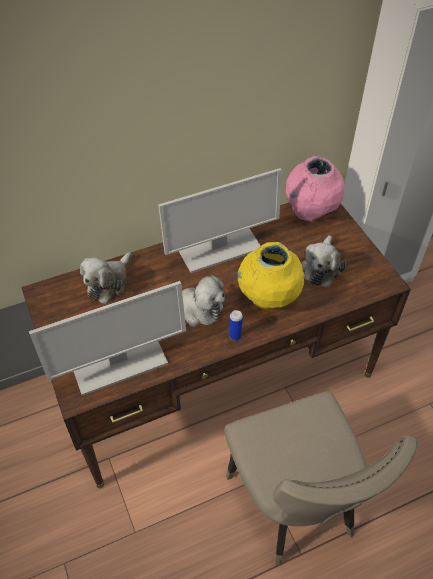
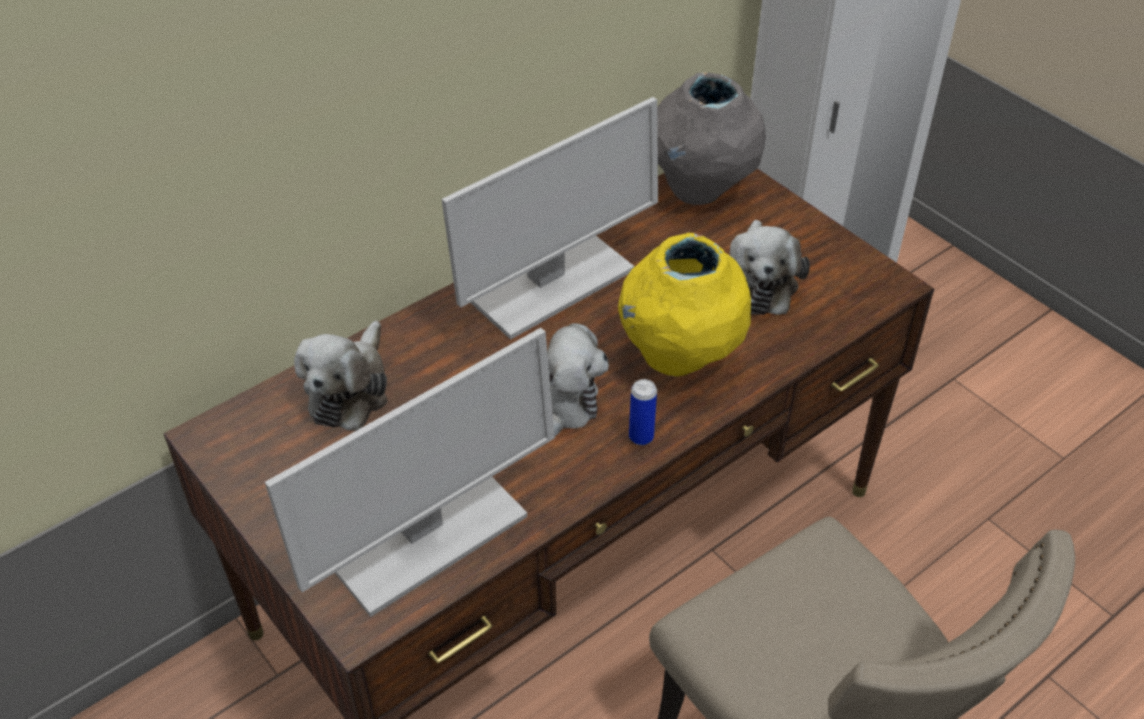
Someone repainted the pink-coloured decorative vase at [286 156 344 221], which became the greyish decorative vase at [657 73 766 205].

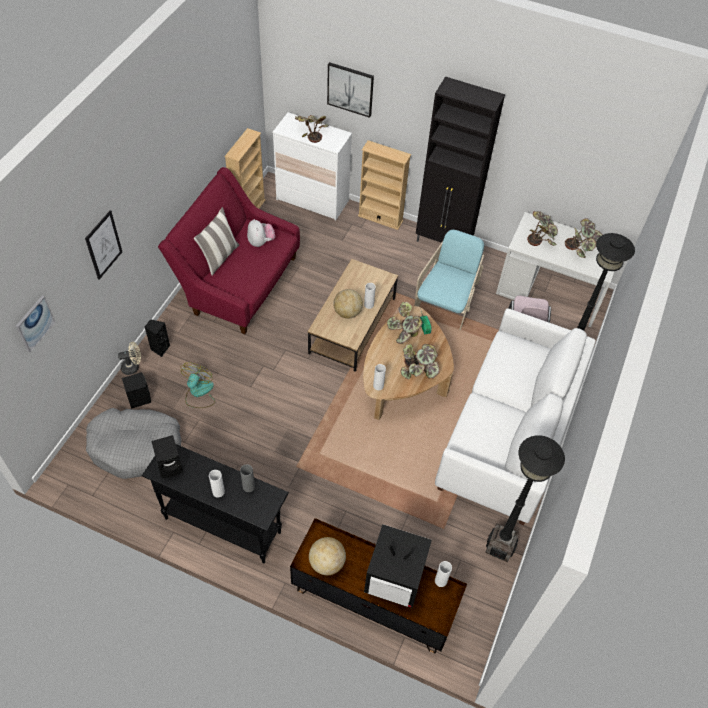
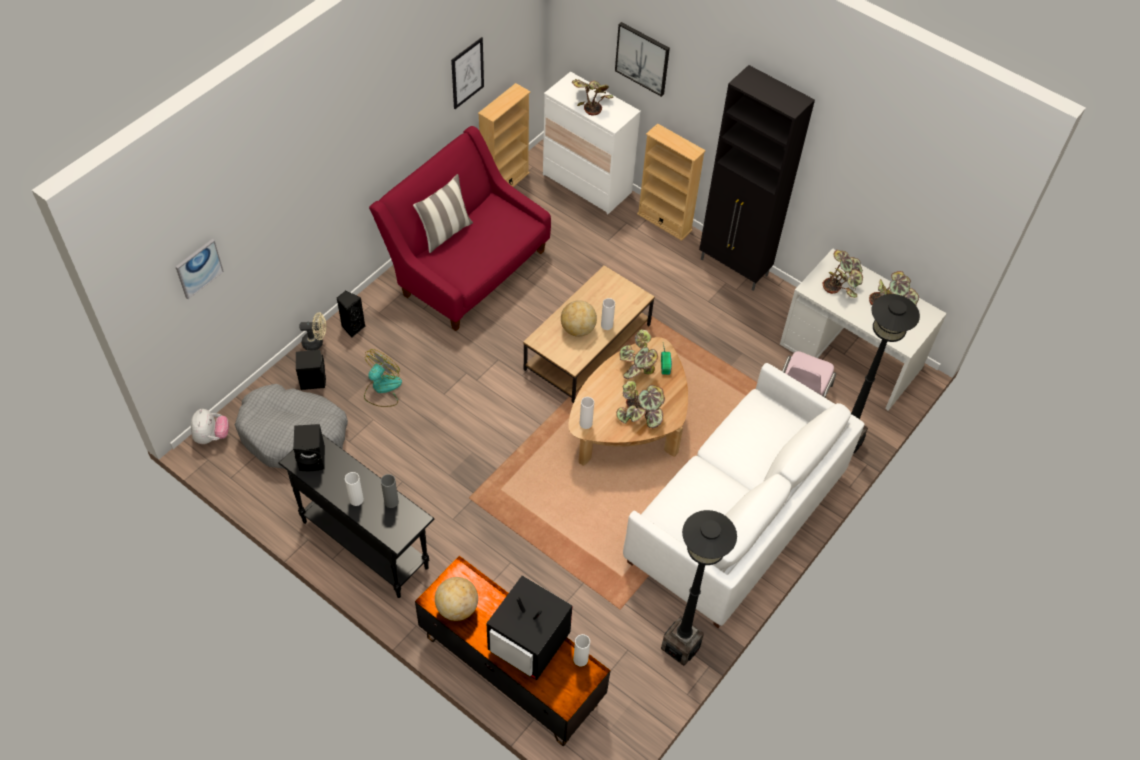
Someone took away the turquoise-coloured easy chair at [415 230 484 331]. Someone carried the wall picture from [85 210 122 280] to [451 37 484 109]. Someone carried the cuddly toy from [247 219 275 247] to [191 409 229 444].

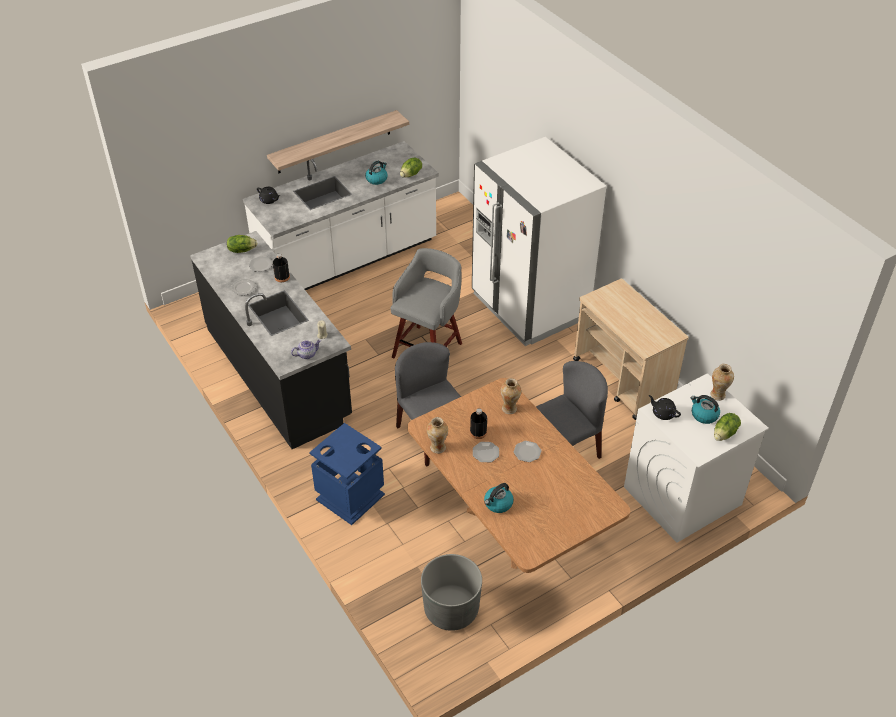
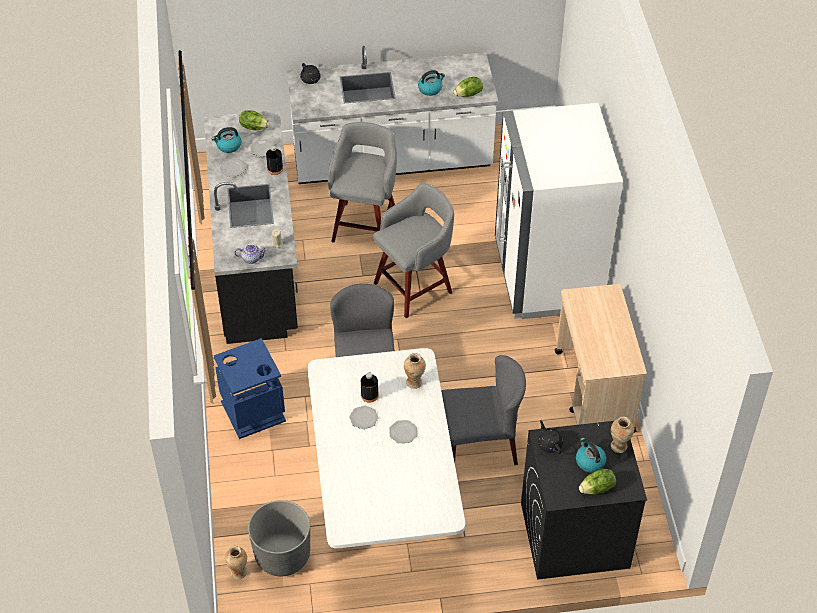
Someone took away the wall shelf at [267 110 409 173]. Someone put down the greyish stool seat at [328 122 397 251]. Someone carried the decorative vase from [427 417 448 454] to [225 546 247 579]. Someone carried the kettle from [484 483 514 513] to [212 127 241 153]. Someone repainted the brown-coloured dining table at [408 378 631 573], which became the white-coloured dining table at [307 348 465 548]. Someone repainted the white-coloured laundry appliance at [624 374 769 543], which became the black-coloured laundry appliance at [521 421 647 580].

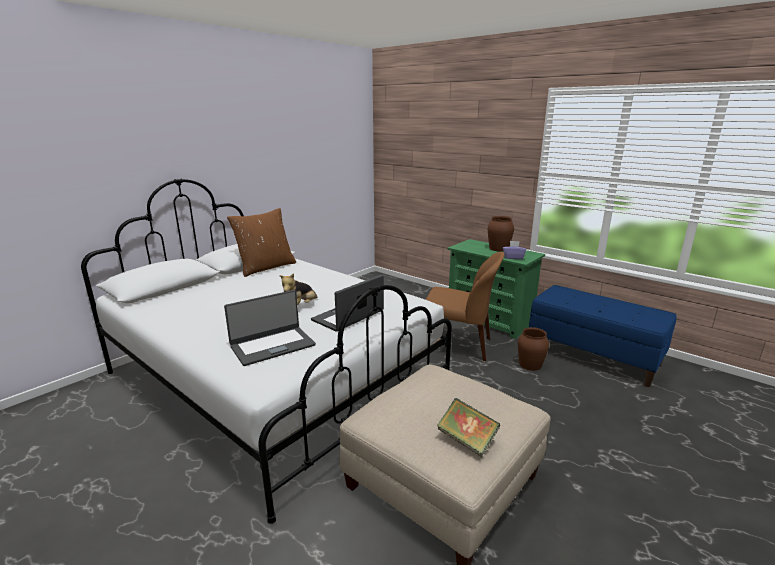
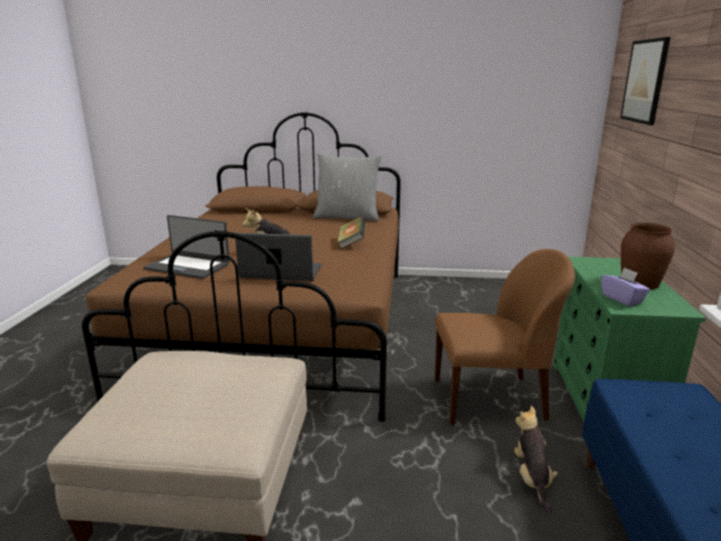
Someone put up the wall picture at [620 37 671 125]. Someone carried the book from [437 398 500 457] to [337 217 365 249]. Someone swapped the brown-coloured decorative vase at [518 327 549 371] for the cuddly toy at [514 406 558 514]. Someone repainted the white-coloured sleeping bed at [81 179 452 524], which became the brown-coloured sleeping bed at [82 112 401 422]. Someone repainted the brown-coloured cushion at [227 208 296 277], which became the greyish cushion at [313 154 381 221]. Someone rotated the brown-coloured plain chair at [426 252 504 361] by 75 degrees counterclockwise.

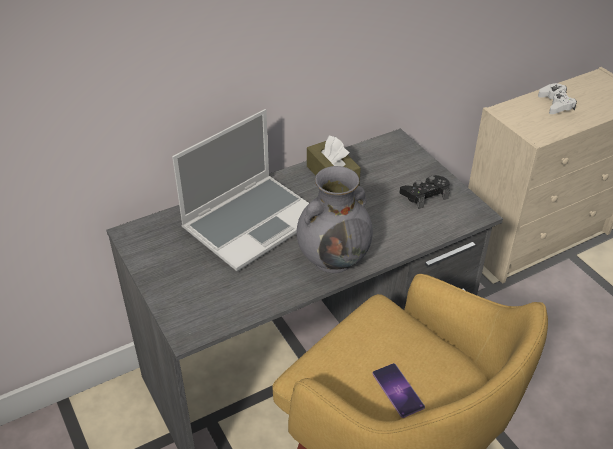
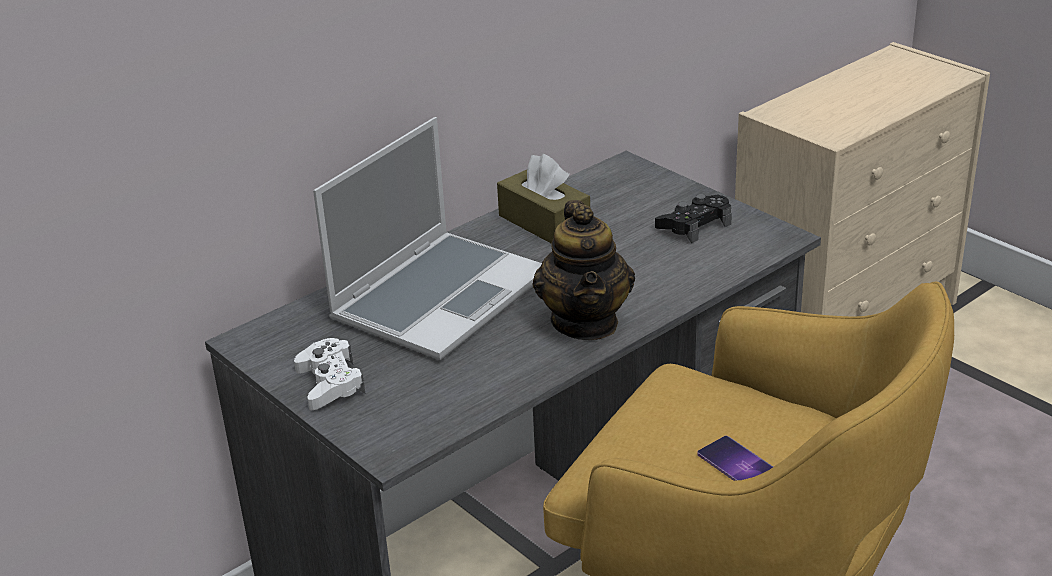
Someone carried the white-coloured gamepad from [538 83 577 114] to [294 338 365 410]. Someone swapped the greyish decorative vase at [297 166 373 273] for the tea pot at [533 200 635 340].

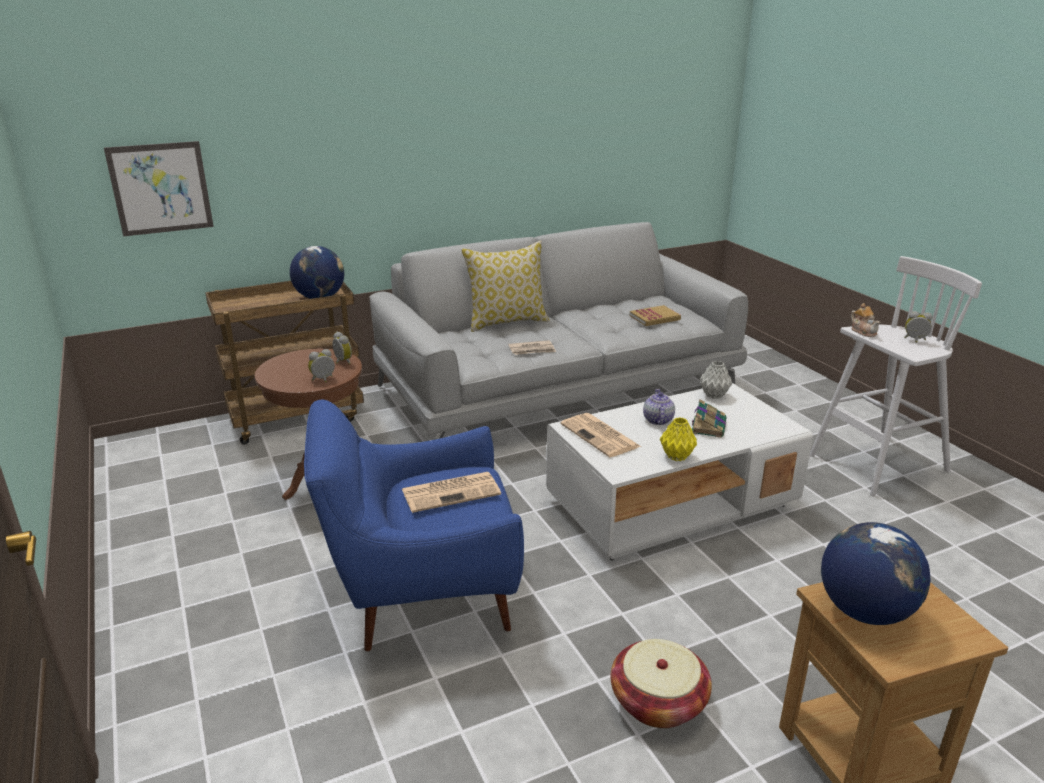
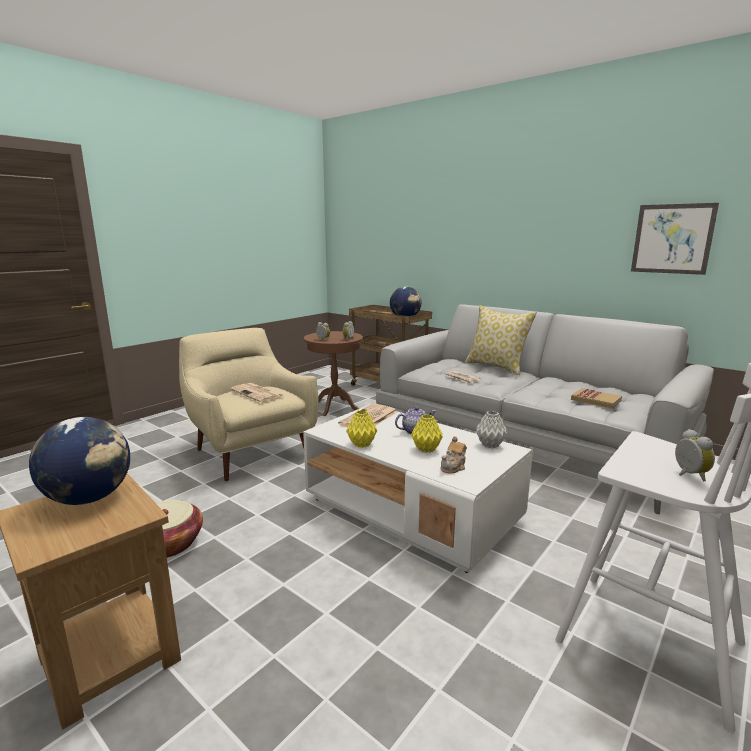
Someone carried the wall picture from [104 141 214 236] to [631 203 719 275]. Someone carried the tea pot from [851 303 881 337] to [440 436 467 474]. Someone swapped the book at [692 399 726 438] for the yellow-coloured decorative vase at [411 414 443 453]. Someone repainted the bluish easy chair at [304 400 524 651], which became the beige easy chair at [179 328 319 481].

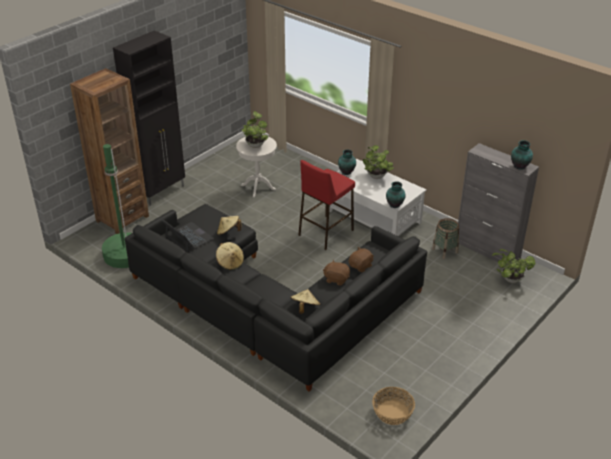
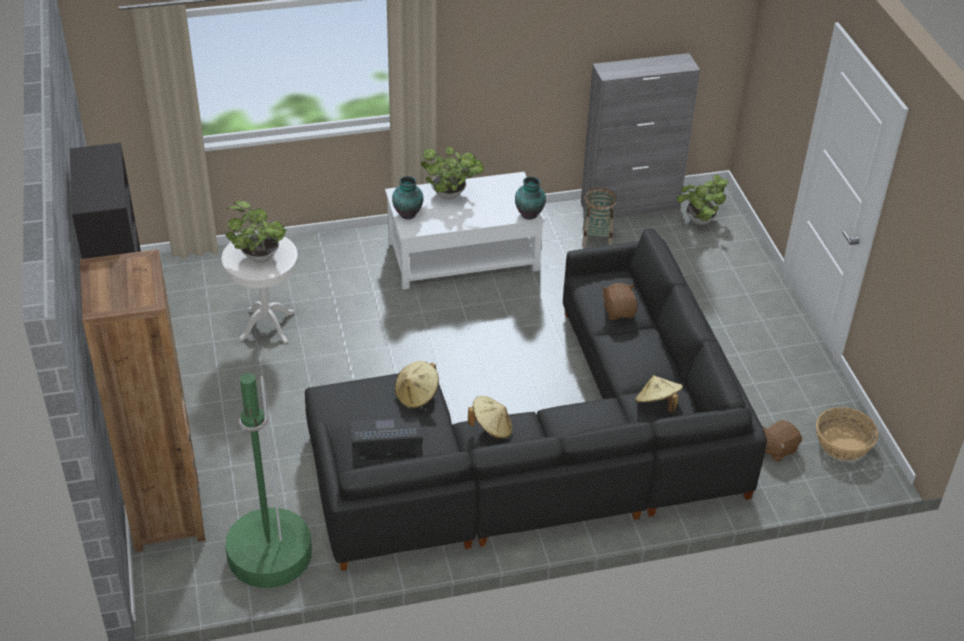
Someone took away the red stool seat at [298 160 355 250]. Someone took away the decorative vase at [511 140 533 170]. Someone carried the brown-coloured cuddly toy from [323 260 350 285] to [762 420 802 462].

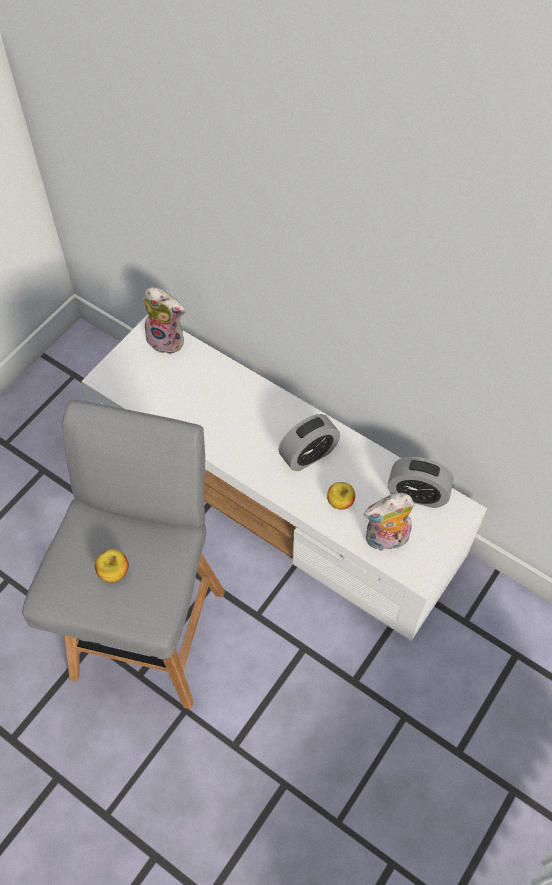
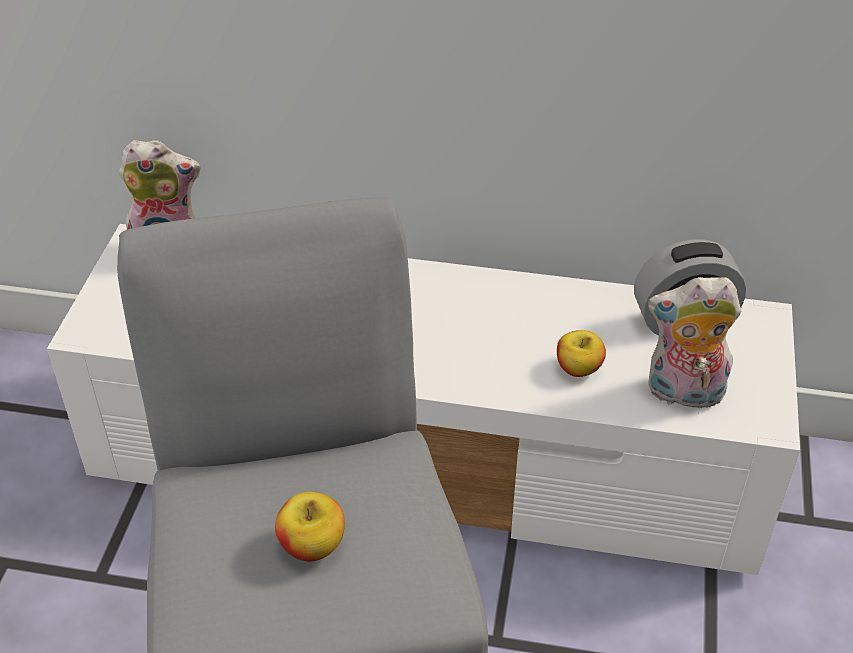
Someone took away the table clock at [279 414 340 471]. Someone rotated the cuddly toy at [364 493 415 552] by 45 degrees clockwise.

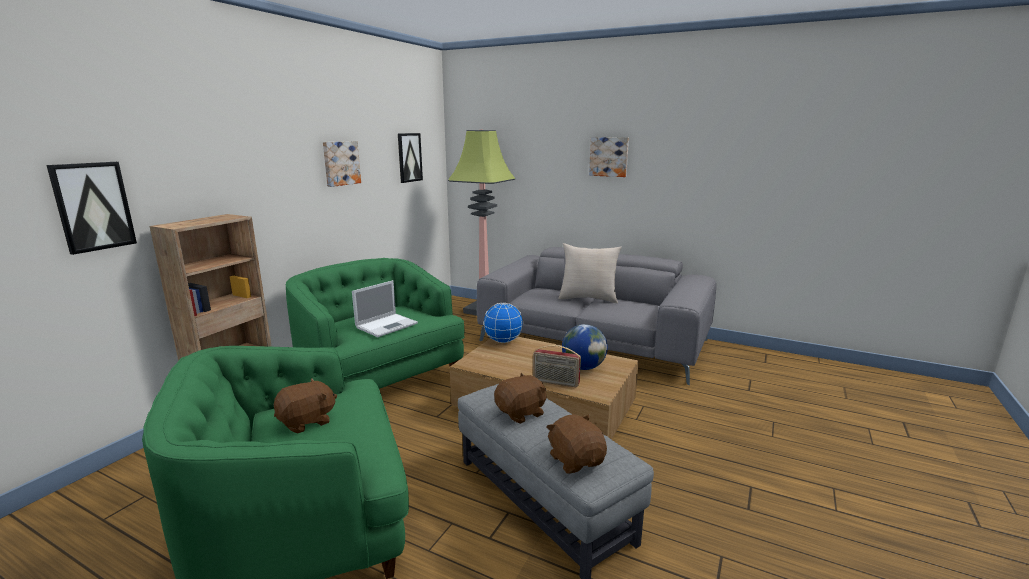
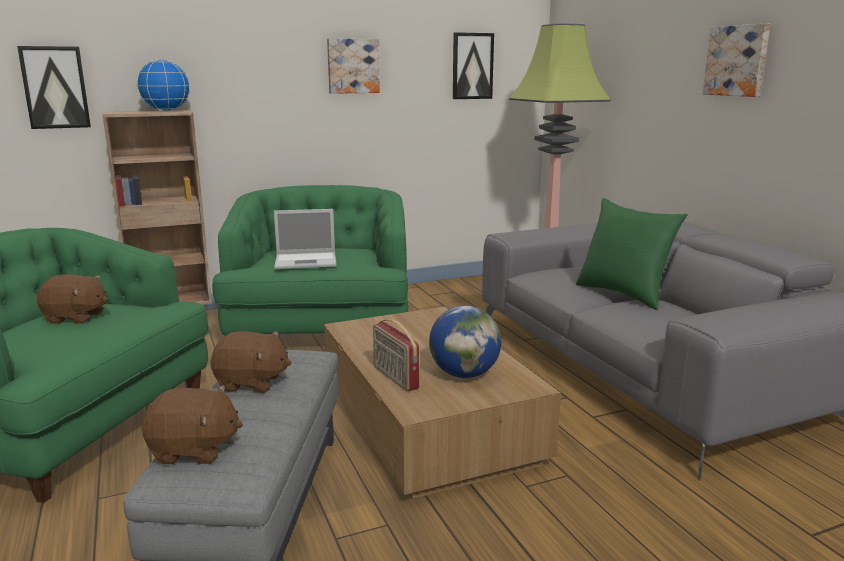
Someone carried the world globe from [483 303 523 343] to [137 59 190 111]. Someone repainted the beige cushion at [558 243 622 304], which became the greenish cushion at [576 198 688 310]. Someone rotated the brown-coloured cuddly toy at [546 414 607 474] by 75 degrees clockwise.

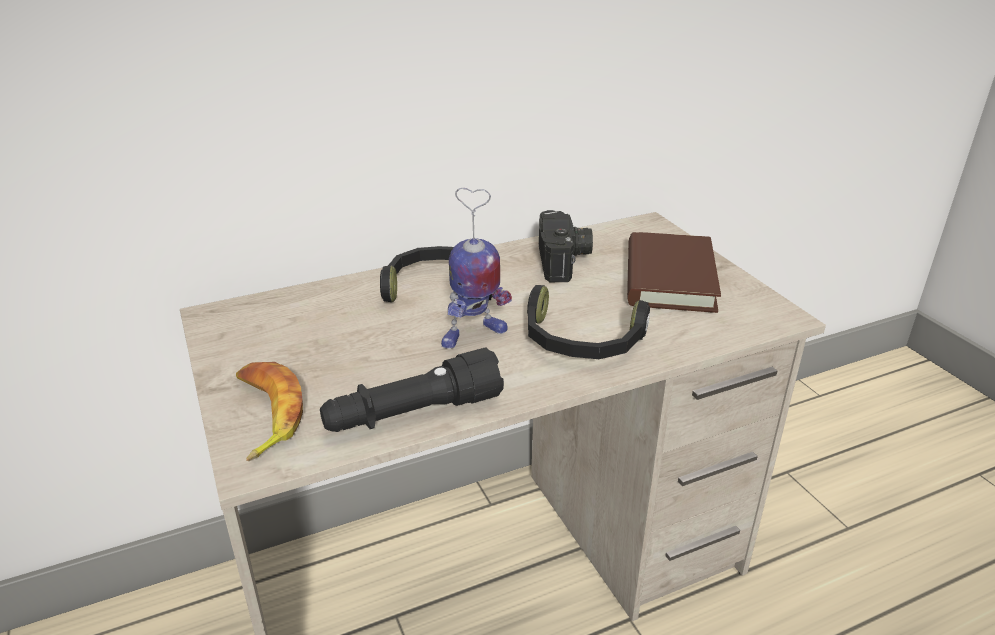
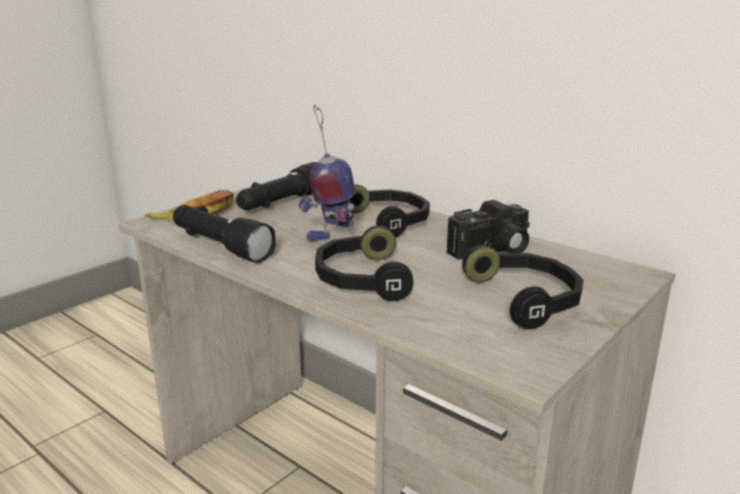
Someone put down the black-coloured hand torch at [236 162 317 210]. Someone swapped the brown-coloured book at [627 232 721 313] for the black-coloured headphones at [462 245 584 329].

